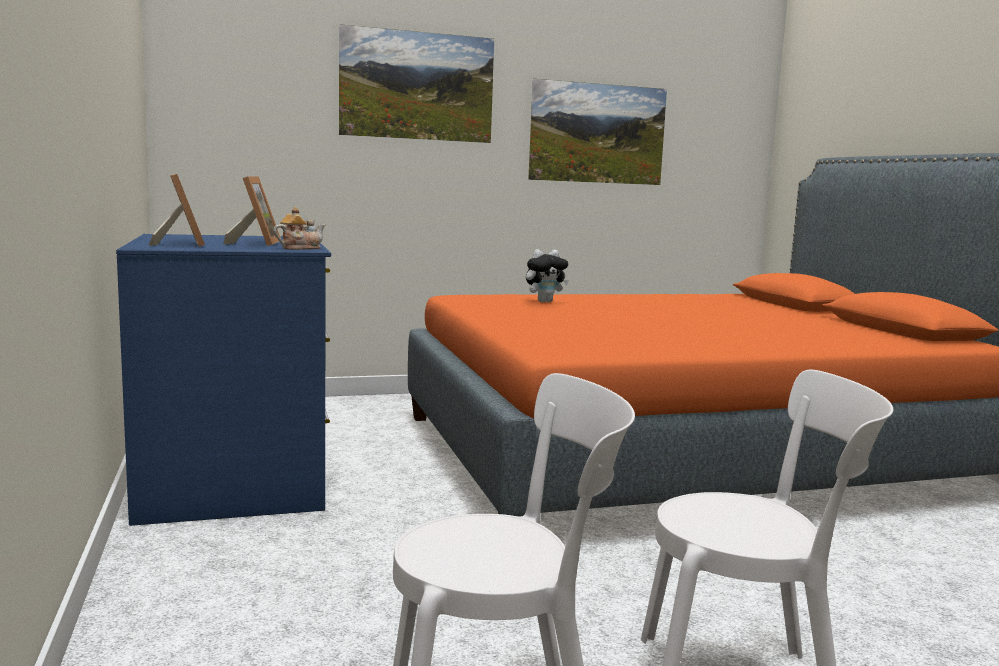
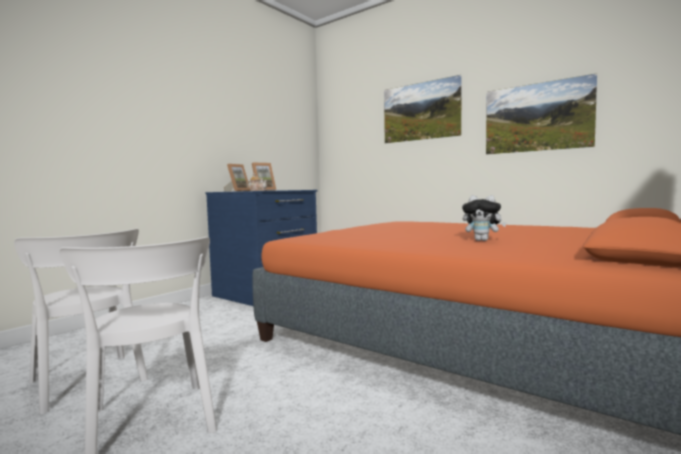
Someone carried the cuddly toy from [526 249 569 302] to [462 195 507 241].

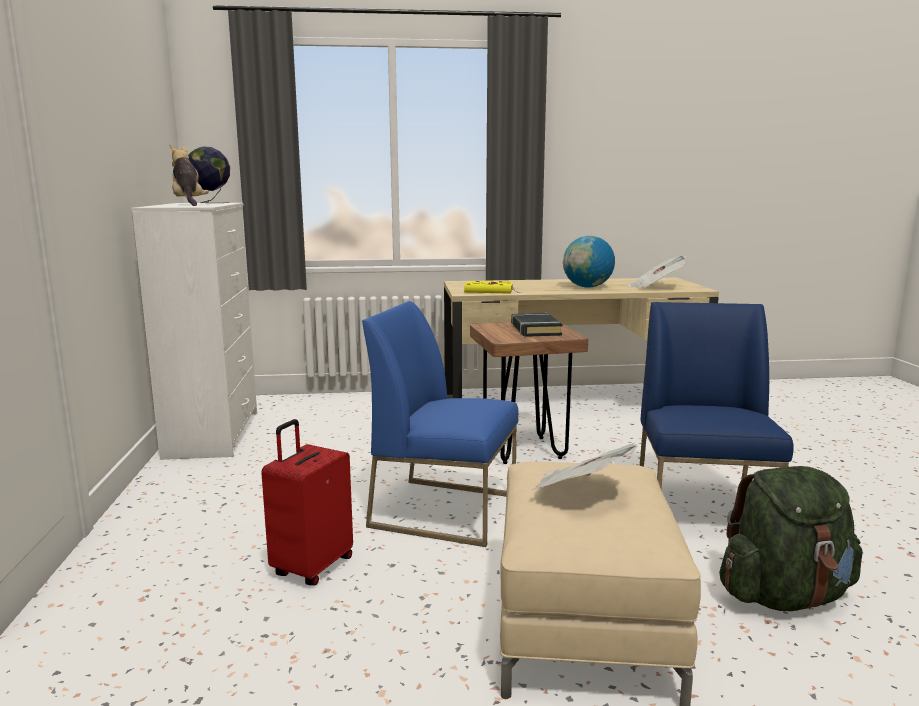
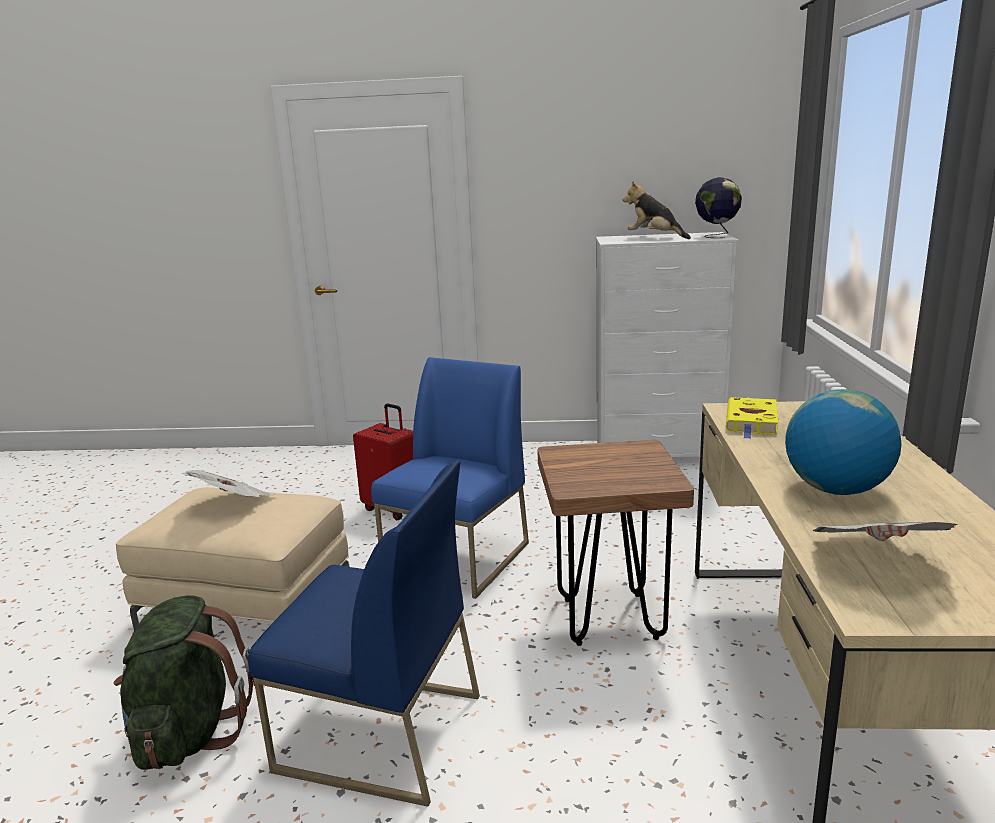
Someone took away the black-coloured book at [511 313 562 337]. Someone rotated the cuddly toy at [169 144 209 206] by 120 degrees counterclockwise.

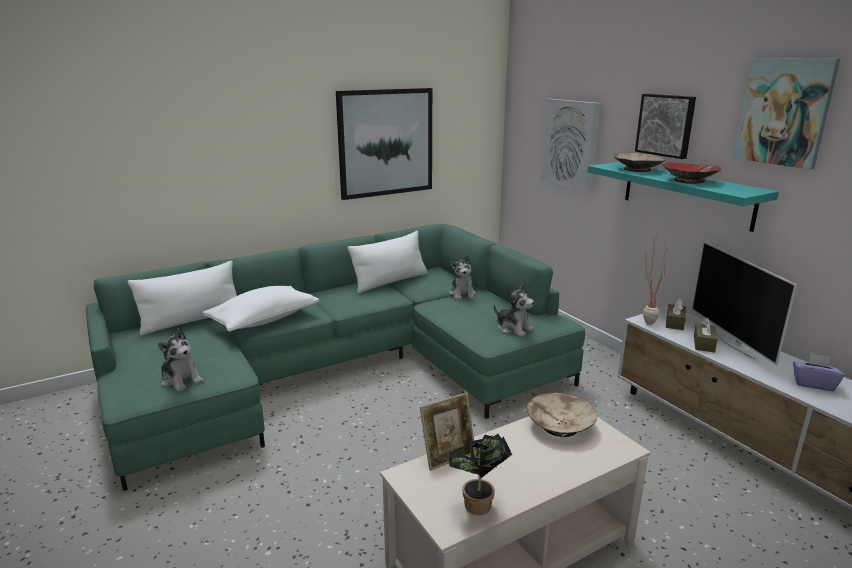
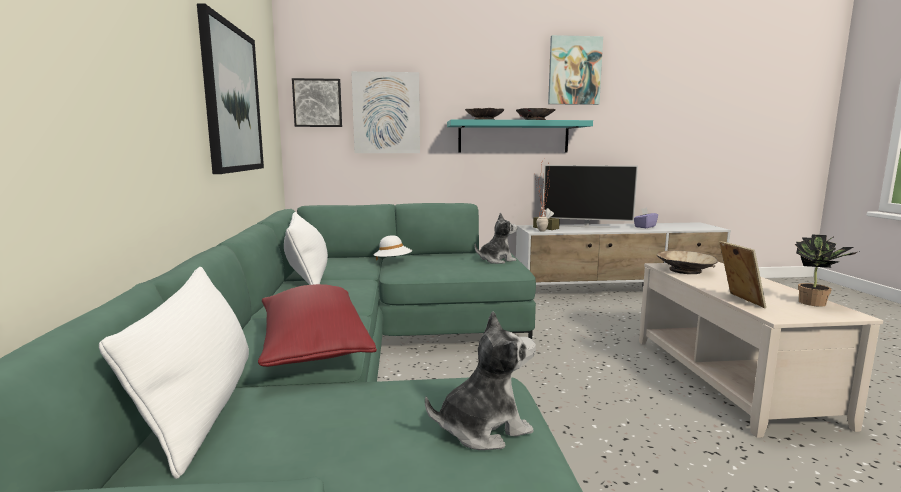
Someone took away the brown-coloured tissue box at [694 318 718 353]. Someone carried the wall picture from [635 94 696 159] to [292 78 342 127]. Someone swapped the cuddly toy at [449 255 476 300] for the white-coloured clothing hat at [374 235 412 261]. Someone repainted the white-coloured cushion at [202 286 320 332], which became the red cushion at [258 284 377 367].

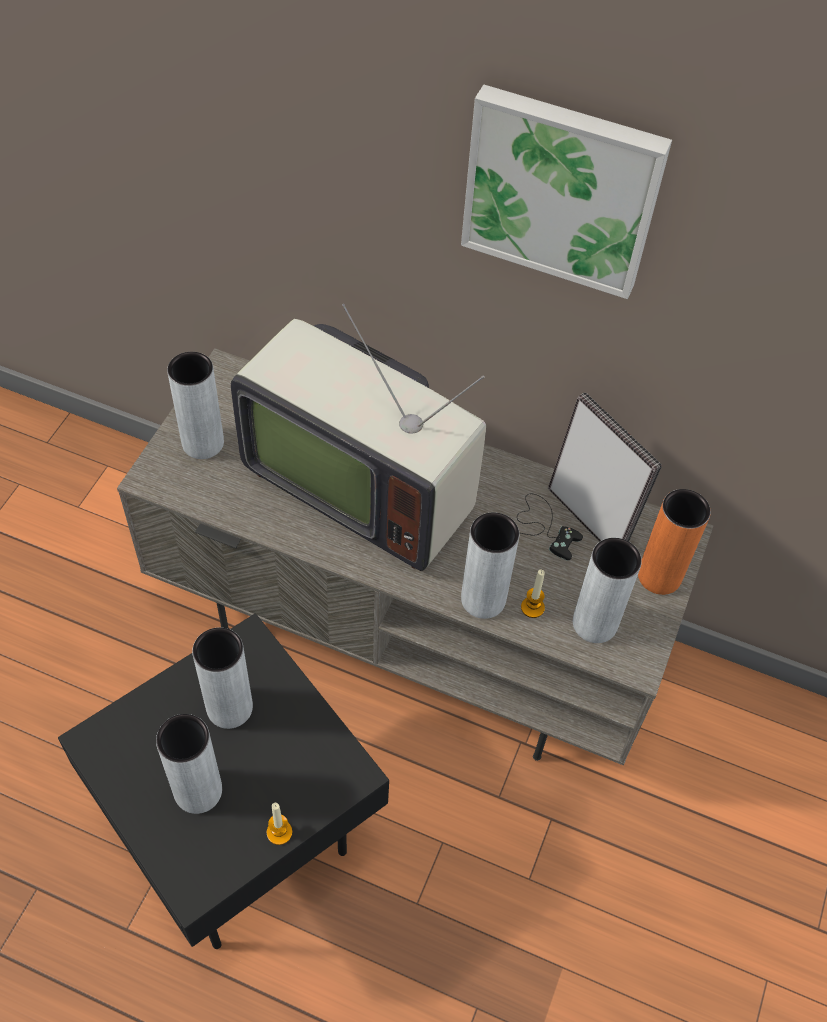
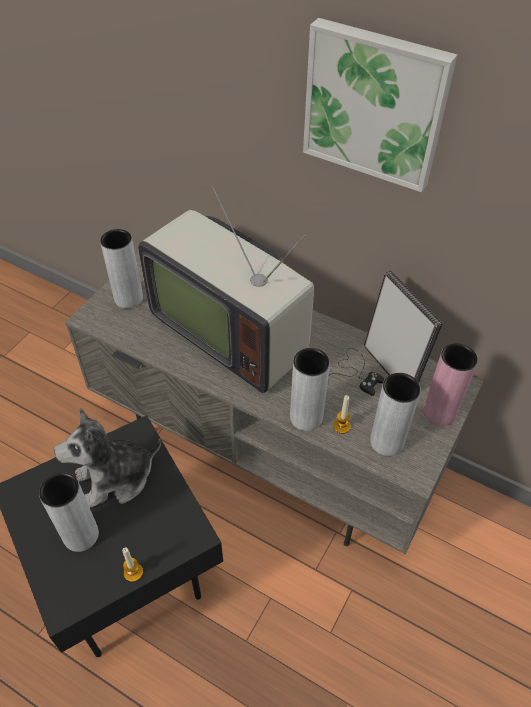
Someone swapped the greyish decorative vase at [192 628 253 729] for the cuddly toy at [54 408 161 508]. Someone repainted the orange decorative vase at [638 489 711 595], which became the pink-coloured decorative vase at [423 343 478 426].

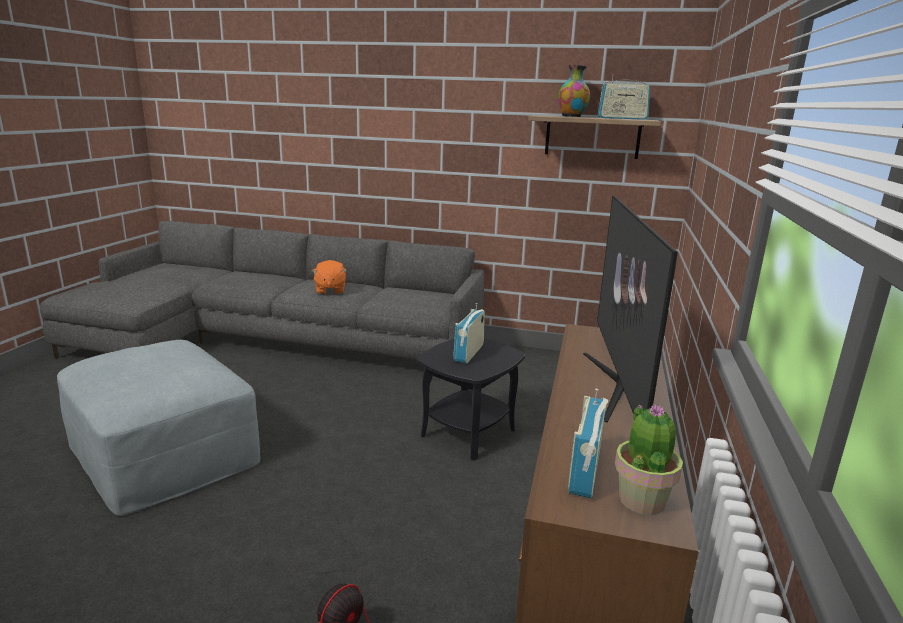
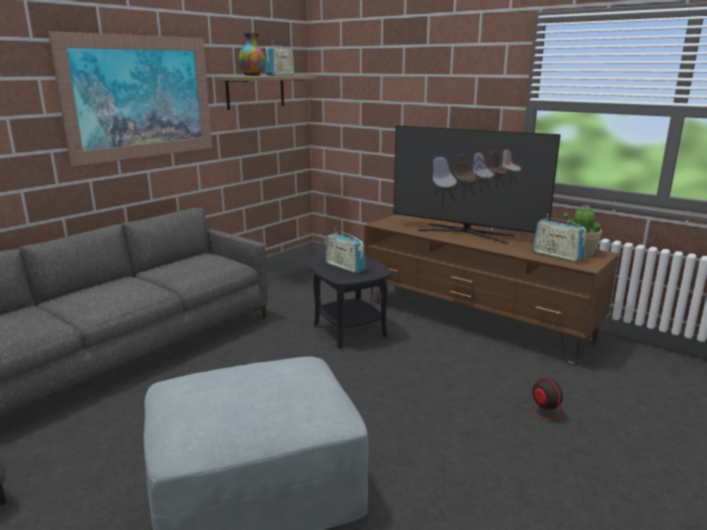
Someone took away the orange cuddly toy at [312 260 347 294]. Someone put up the wall picture at [48 31 212 166].

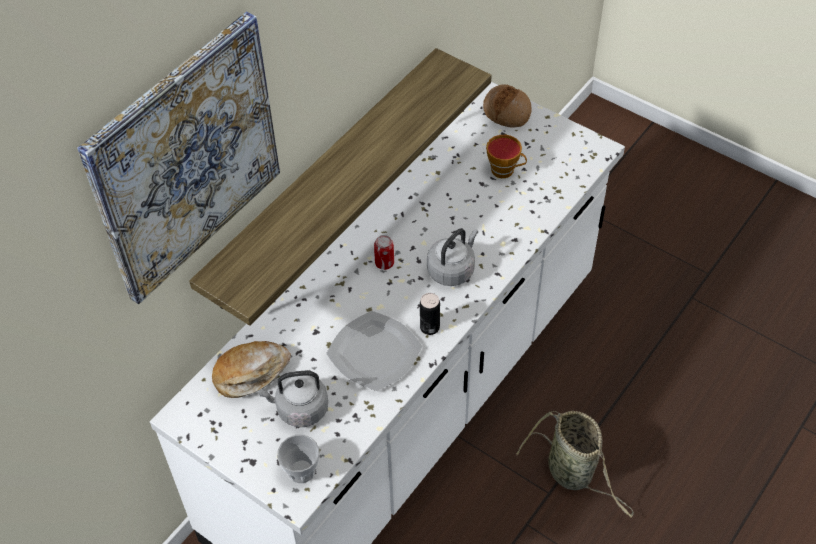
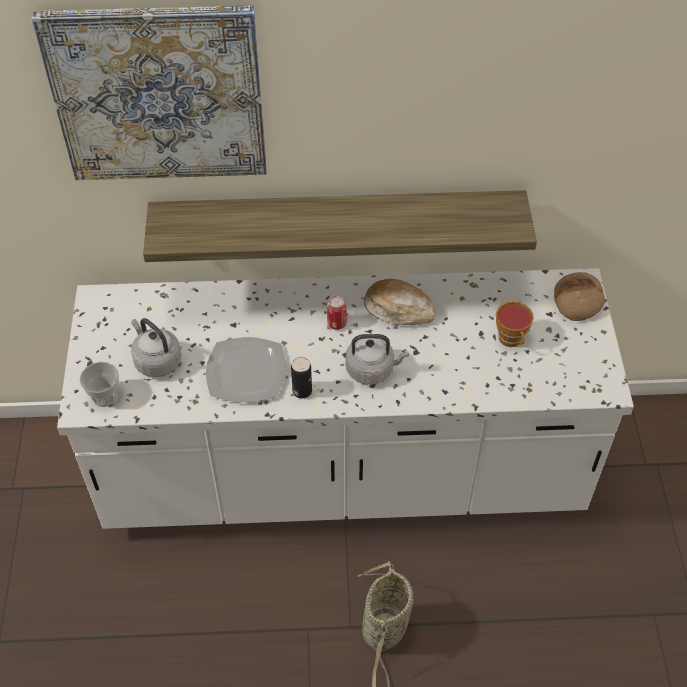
Someone carried the baked bread from [212 341 291 398] to [364 279 435 325].

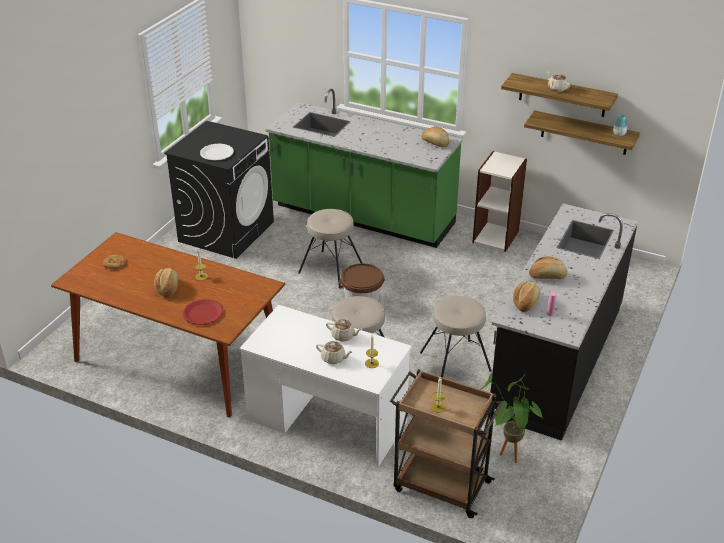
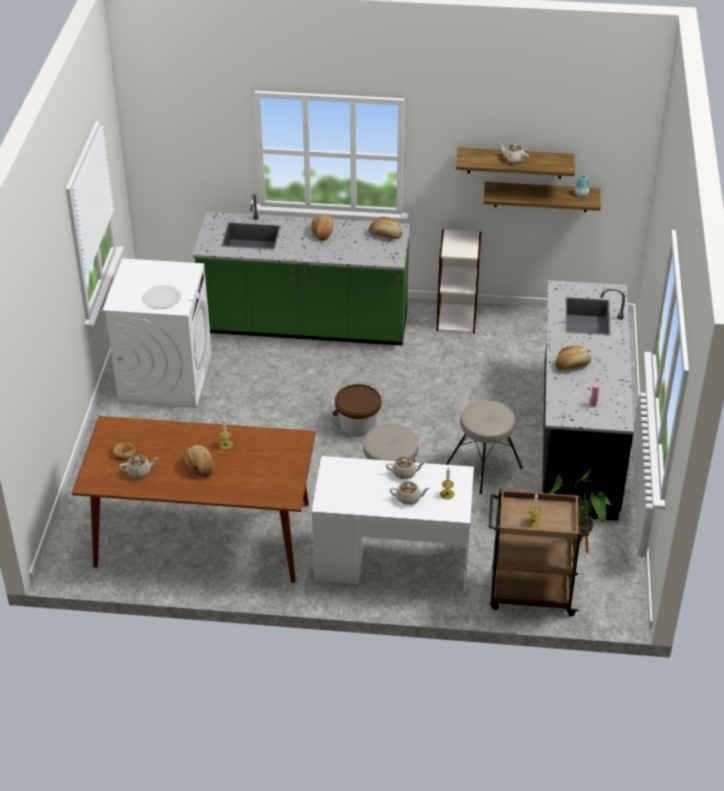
Someone took away the red flat dish at [183 299 224 325]. Someone took away the beige stool seat at [298 209 362 289]. Someone put down the beige tea pot at [119 455 158 478]. Someone carried the baked bread from [513 281 540 312] to [311 214 333 241]. Someone repainted the black-coloured laundry appliance at [164 121 274 259], which became the white-coloured laundry appliance at [102 258 212 408].

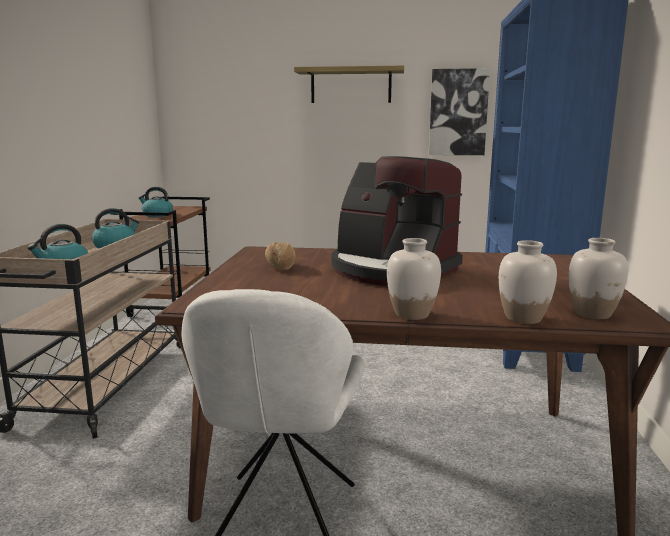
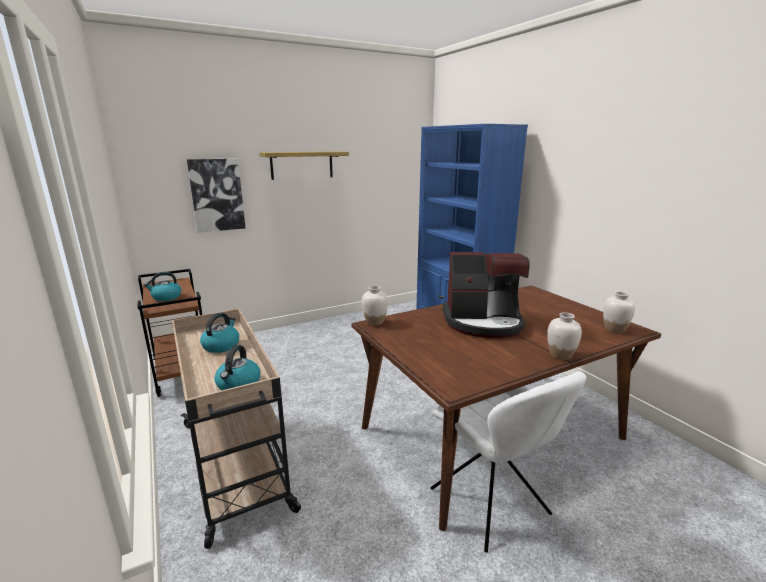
Someone took away the baked bread at [265 242 296 270]. Someone carried the wall picture from [429 68 490 155] to [187 158 245 233]. Someone carried the white-coloured decorative vase from [499 240 557 324] to [362 286 388 326].

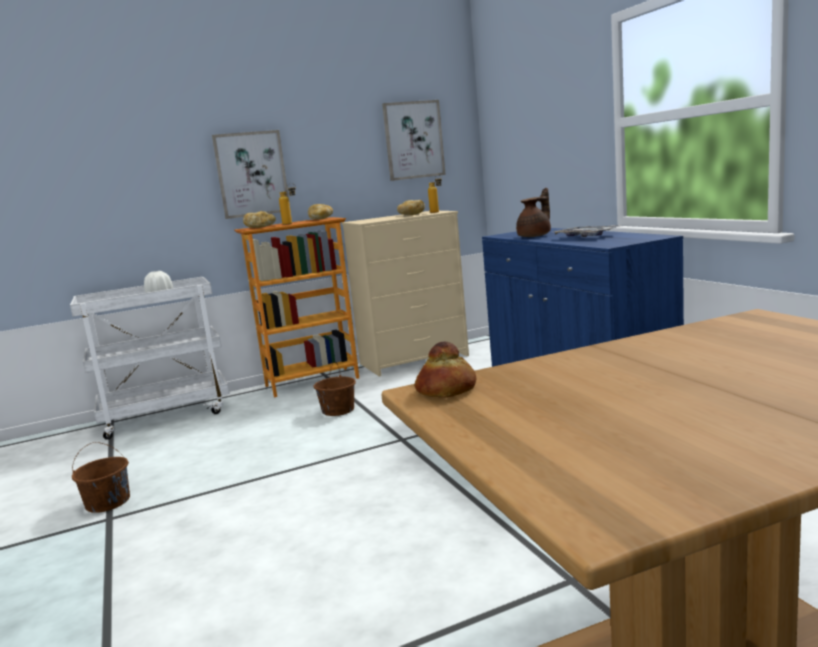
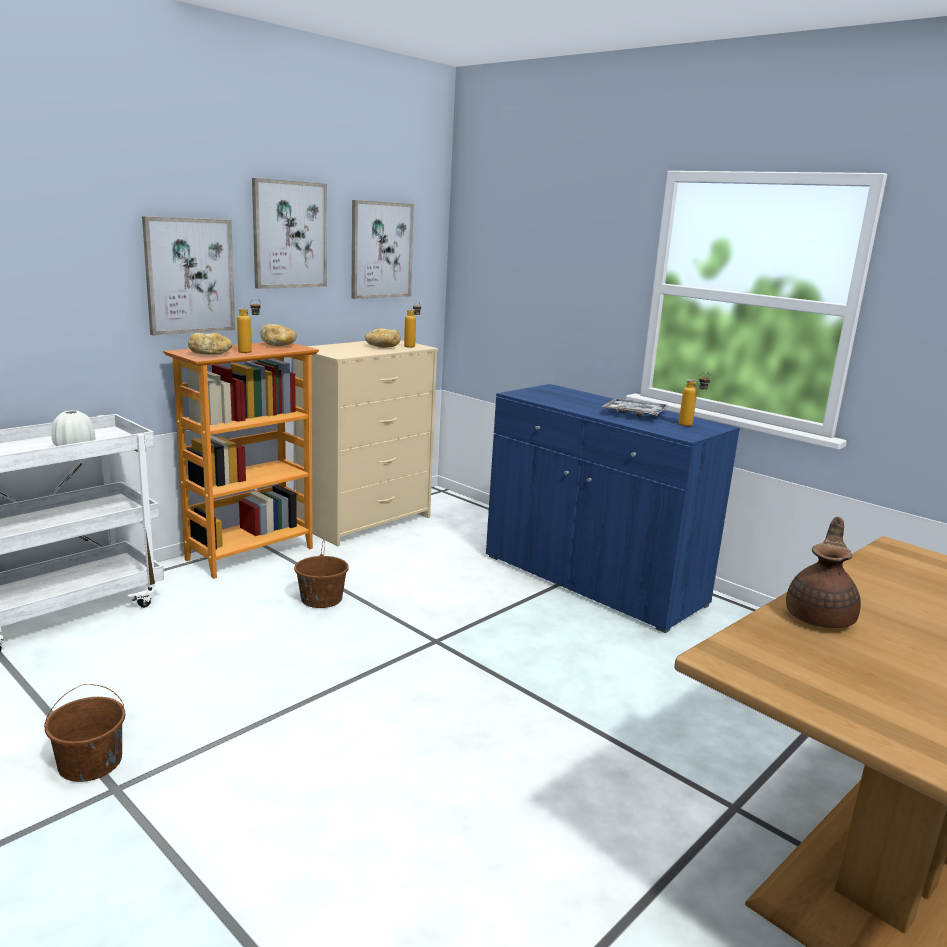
Someone took away the baked bread at [414 342 476 397]. Someone put up the wall picture at [252 178 327 289]. Someone put down the bottle at [679 372 711 426]. Someone carried the brown-coloured tea pot from [516 188 551 237] to [786 516 861 628].

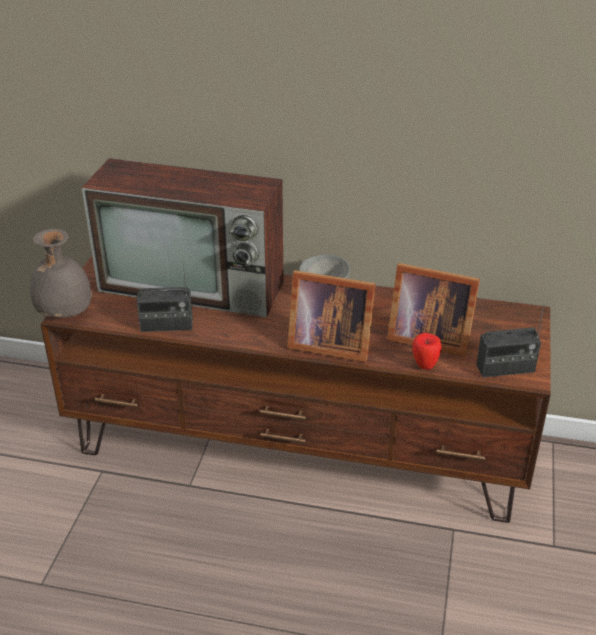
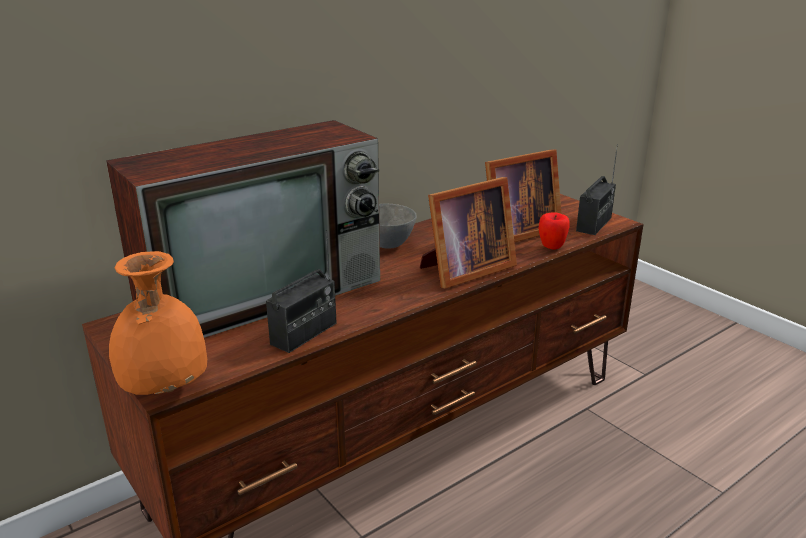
Someone repainted the greyish decorative vase at [30 229 92 318], which became the orange decorative vase at [109 251 207 395].

